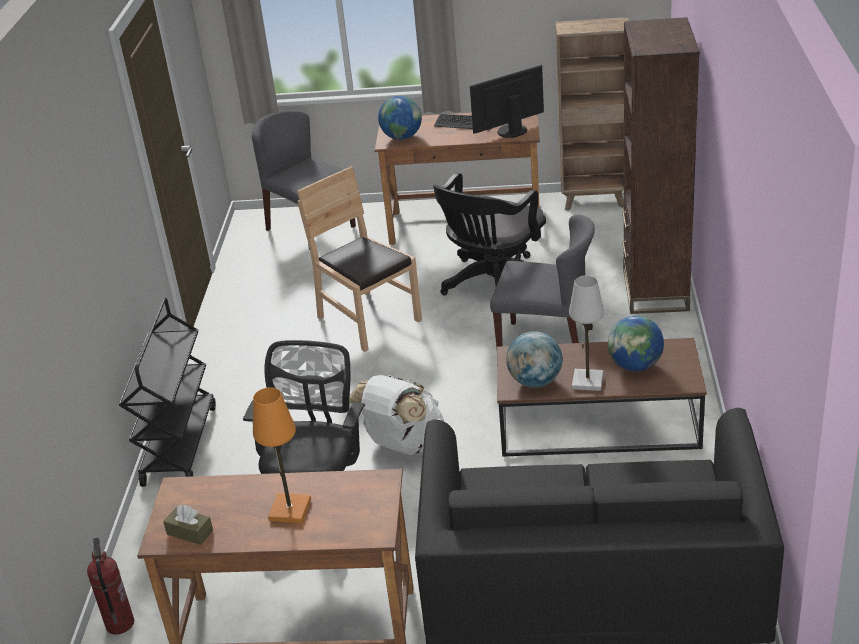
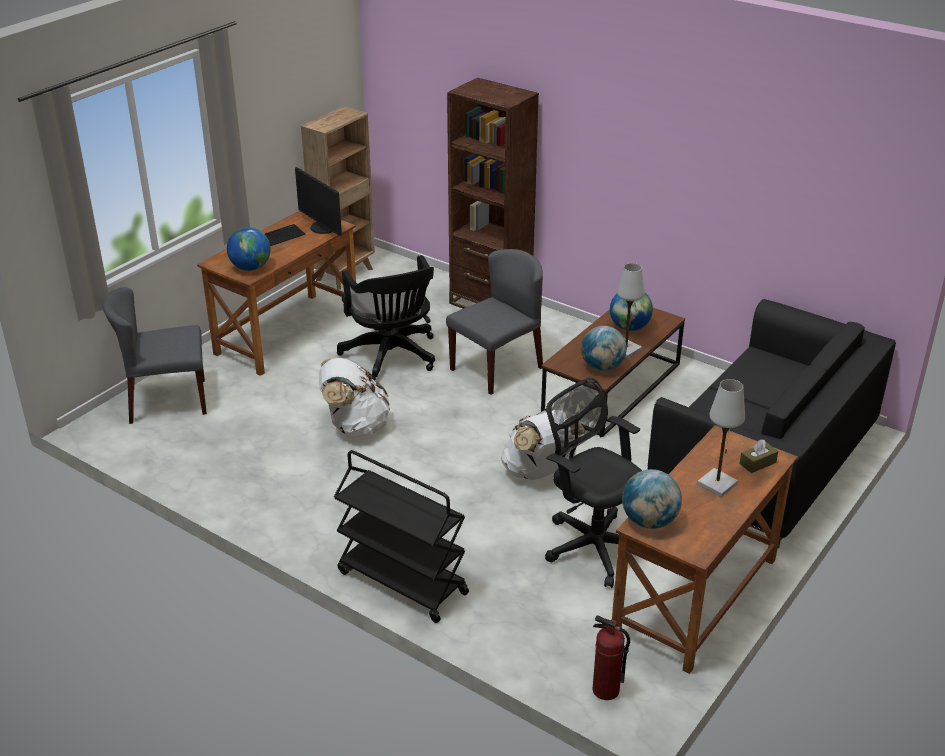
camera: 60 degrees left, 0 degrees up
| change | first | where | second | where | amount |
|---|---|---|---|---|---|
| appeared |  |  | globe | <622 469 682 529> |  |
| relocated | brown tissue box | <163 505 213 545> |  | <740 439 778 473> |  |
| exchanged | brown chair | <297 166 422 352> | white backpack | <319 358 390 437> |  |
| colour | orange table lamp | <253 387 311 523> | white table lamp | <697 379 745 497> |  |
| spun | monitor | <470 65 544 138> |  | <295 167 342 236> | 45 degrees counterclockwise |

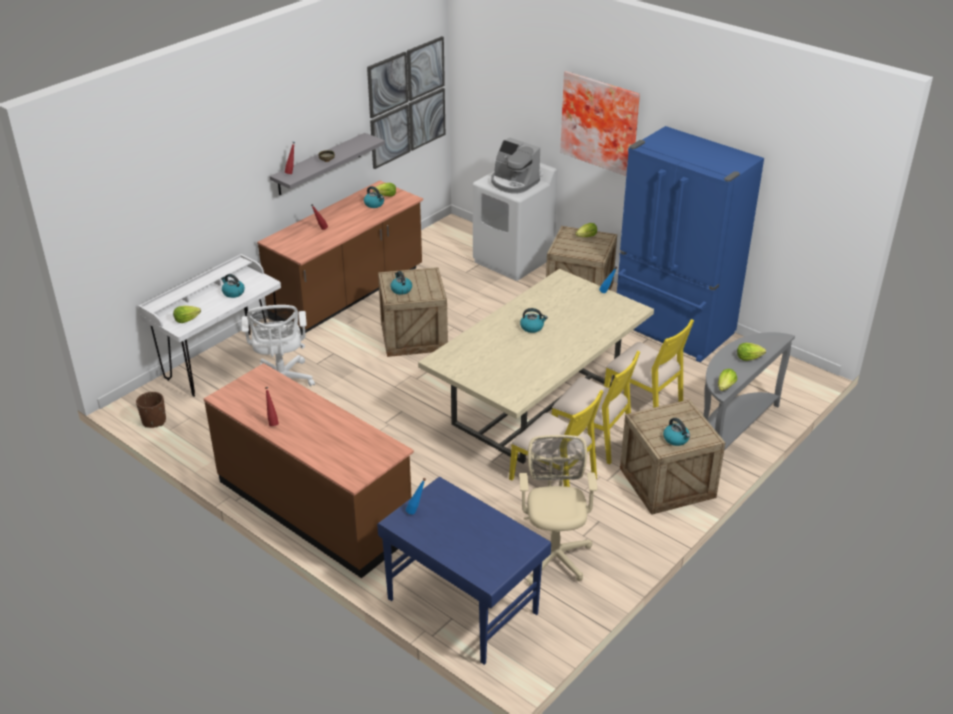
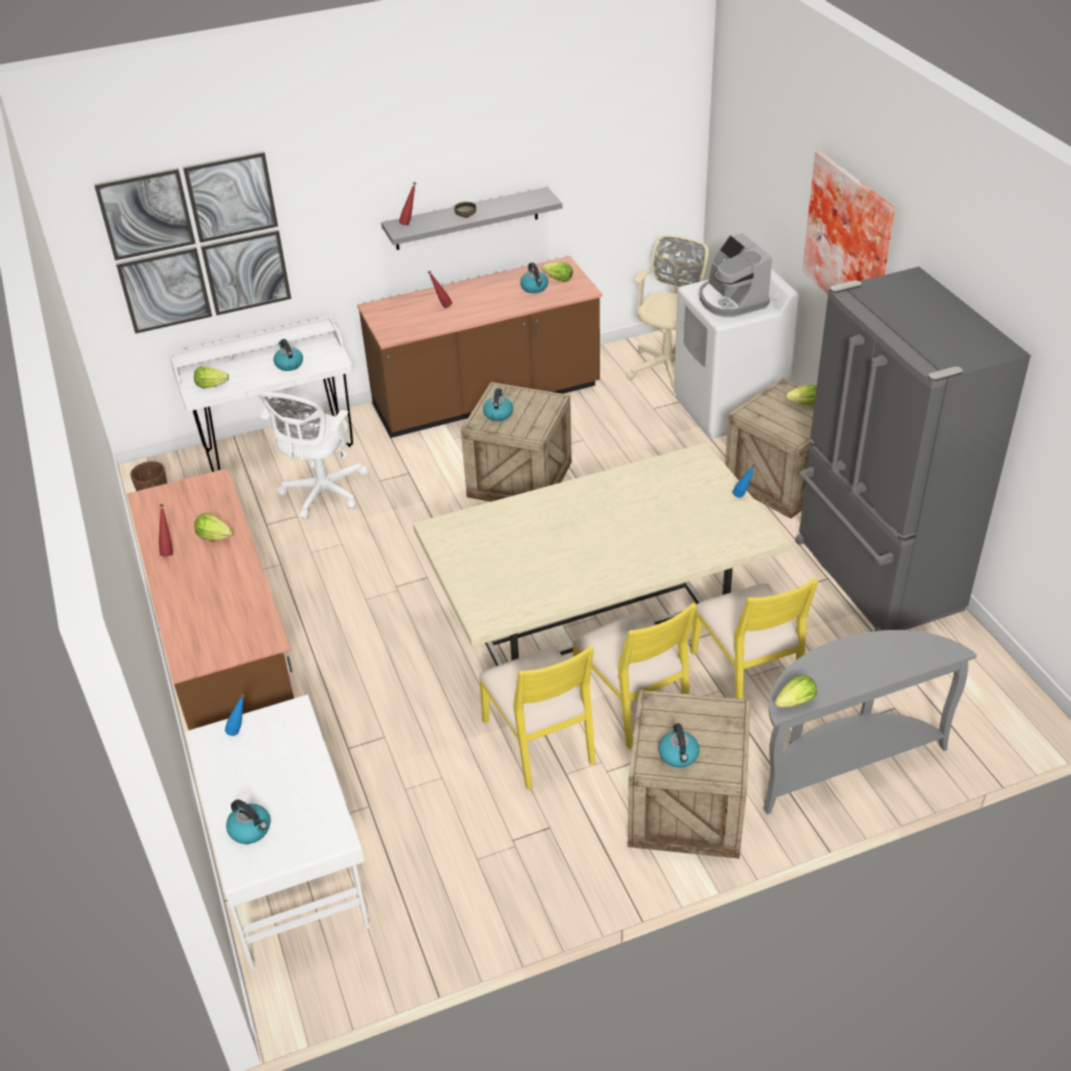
camera: 30 degrees right, 5 degrees up
| change | first | where | second | where | amount |
|---|---|---|---|---|---|
| relocated | picture | <367 36 445 169> |  | <94 151 291 334> |  |
| relocated | beige office chair | <519 435 597 585> |  | <626 235 709 388> |  |
| relocated | kettle | <520 308 548 333> |  | <226 799 270 844> |  |
| relocated | lettuce | <737 343 766 361> |  | <194 513 233 540> |  |
| colour | blue desk | <377 477 551 665> | white desk | <185 694 369 970> |  |
| colour | blue fridge | <617 126 764 362> | grey fridge | <795 267 1031 631> |  |

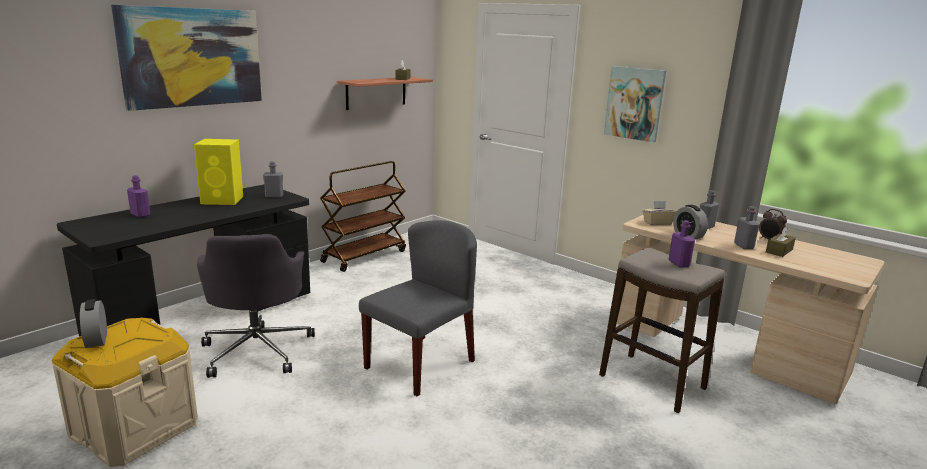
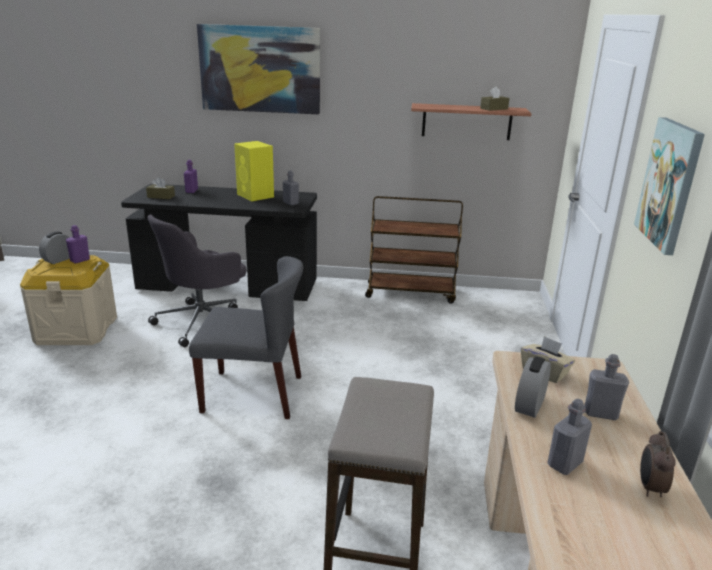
camera: 55 degrees right, 5 degrees up
| change | first | where | second | where | amount |
|---|---|---|---|---|---|
| relocated | purple bottle | <668 220 695 268> |  | <66 225 90 264> |  |
| relocated | brown tissue box | <766 226 796 257> |  | <146 177 175 199> |  |

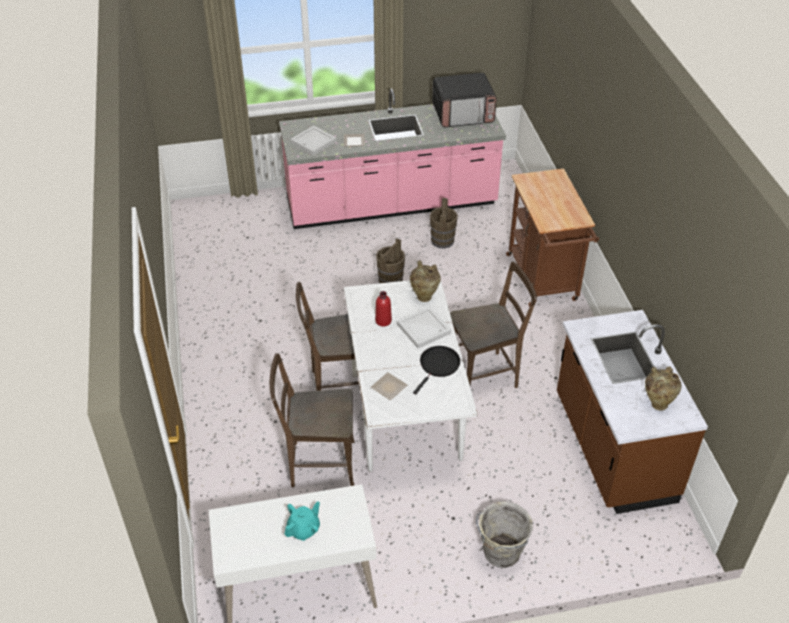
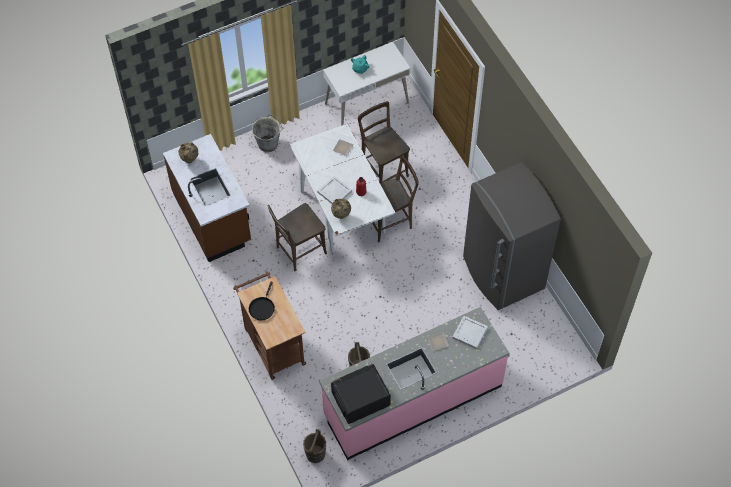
camera: 165 degrees right, 15 degrees up
| change | first | where | second | where | amount |
|---|---|---|---|---|---|
| appeared |  |  | grey fridge | <463 162 561 310> |  |
| relocated | brown bucket | <376 238 405 283> |  | <303 429 326 463> |  |
| relocated | black frying pan | <413 346 460 394> |  | <249 282 275 320> |  |
| spun | brown chair | <270 353 355 487> |  | <358 101 410 183> | 105 degrees counterclockwise |

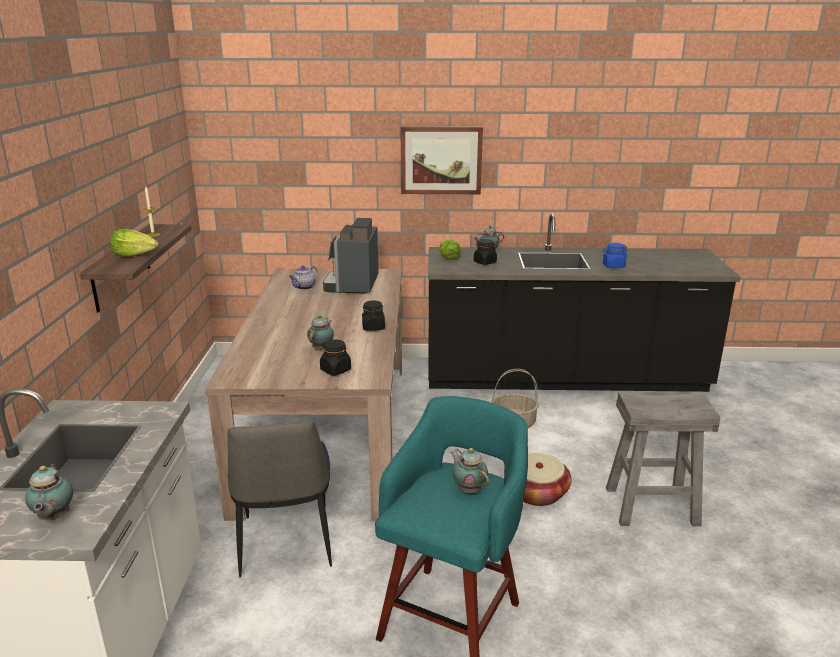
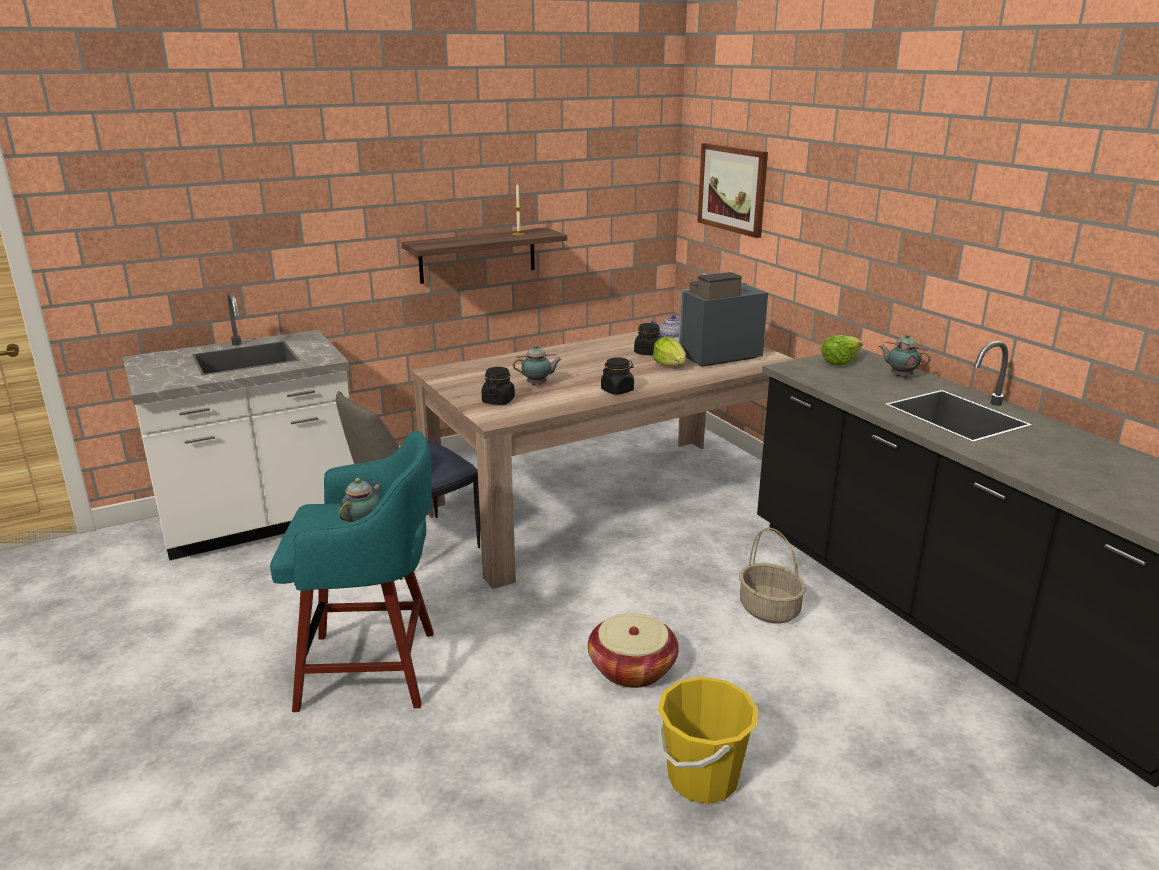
camera: 60 degrees right, 0 degrees up
| change | first | where | second | where | amount |
|---|---|---|---|---|---|
| missing | teapot | <25 464 73 520> |  |  |  |
| missing | blue jar | <602 243 628 268> |  |  |  |
| relocated | lettuce | <110 229 159 256> |  | <653 337 686 366> |  |
| relocated | picture | <400 126 483 194> |  | <698 143 768 238> |  |
| relocated | black jar | <474 239 497 265> |  | <634 323 661 355> |  |
| exchanged | grey stool | <606 392 721 526> | yellow bucket | <658 677 758 804> |  |

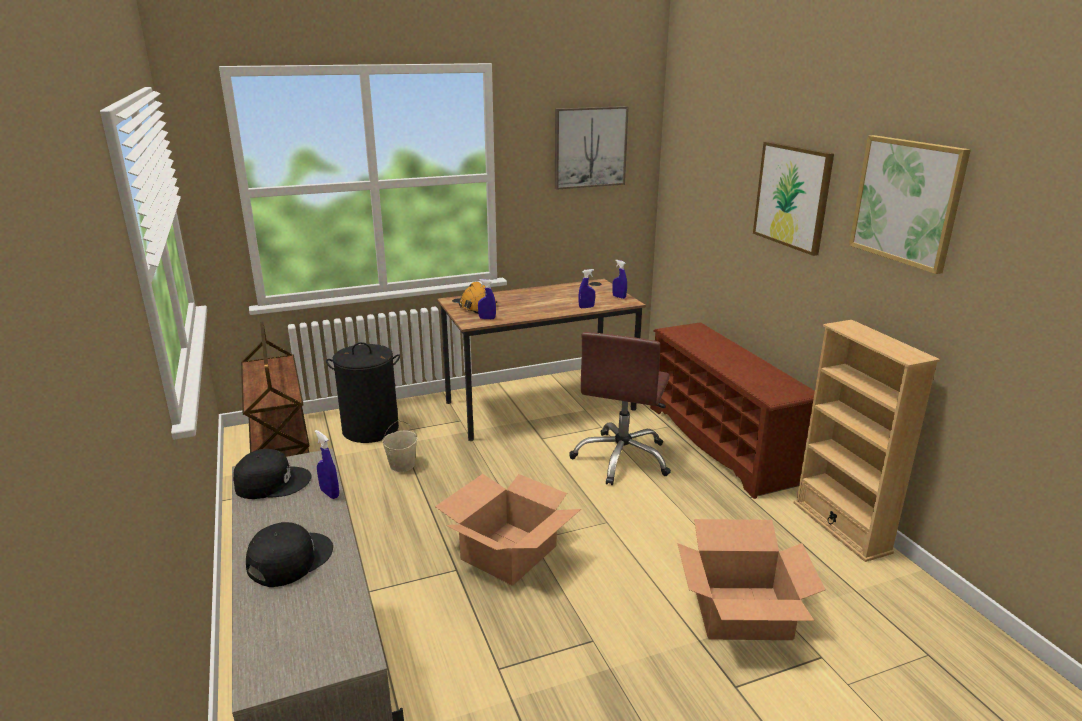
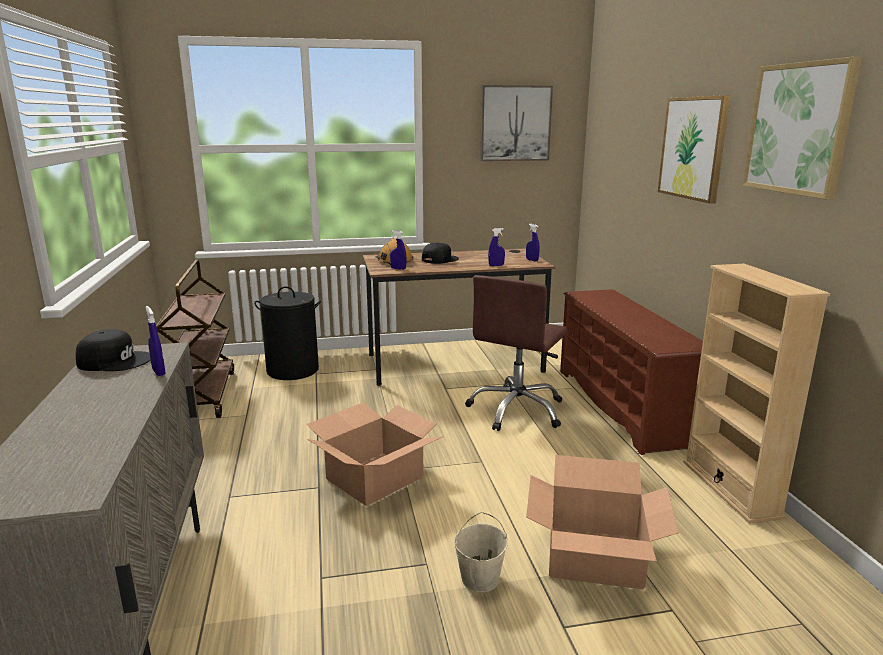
camera: 10 degrees right, 5 degrees down
| change | first | where | second | where | amount |
|---|---|---|---|---|---|
| relocated | black cap | <246 522 333 587> |  | <422 243 459 264> |  |
| relocated | beige bucket | <382 420 418 472> |  | <454 512 508 592> |  |

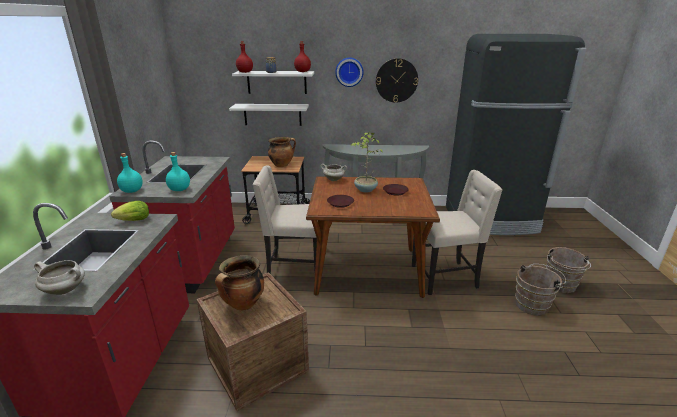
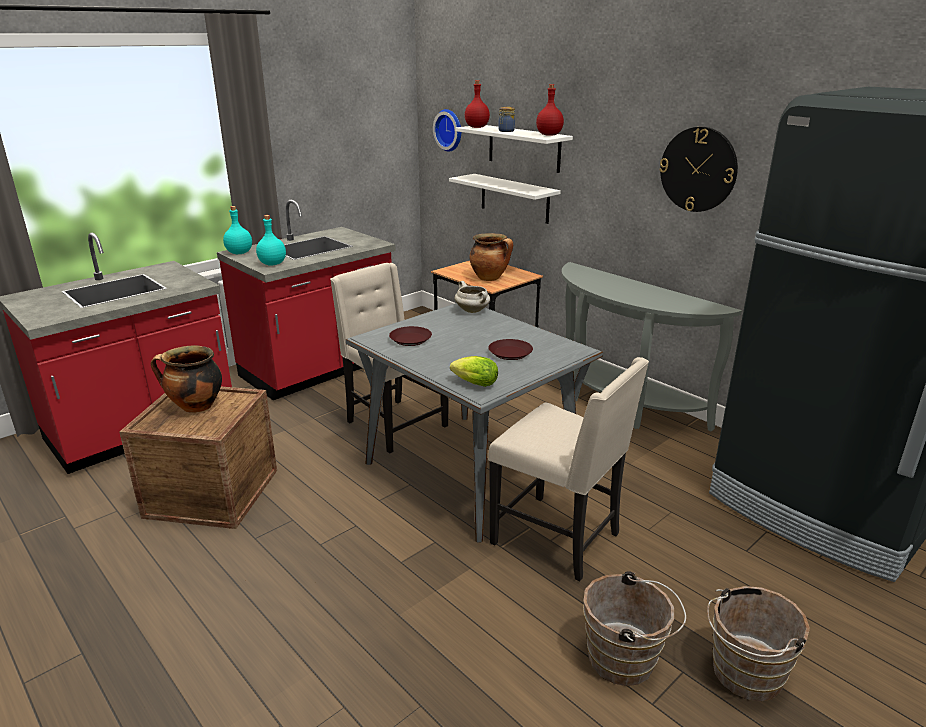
camera: 45 degrees right, 0 degrees up
| change | first | where | second | where | amount |
|---|---|---|---|---|---|
| missing | white cooking pot | <34 260 85 295> |  |  |  |
| missing | potted plant | <350 132 383 193> |  |  |  |
| relocated | lettuce | <111 201 149 221> |  | <450 356 498 387> |  |
| relocated | wall clock | <335 57 364 87> |  | <433 109 461 152> |  |
| colour | brown dining table | <306 176 440 298> | grey dining table | <346 303 603 542> |  |

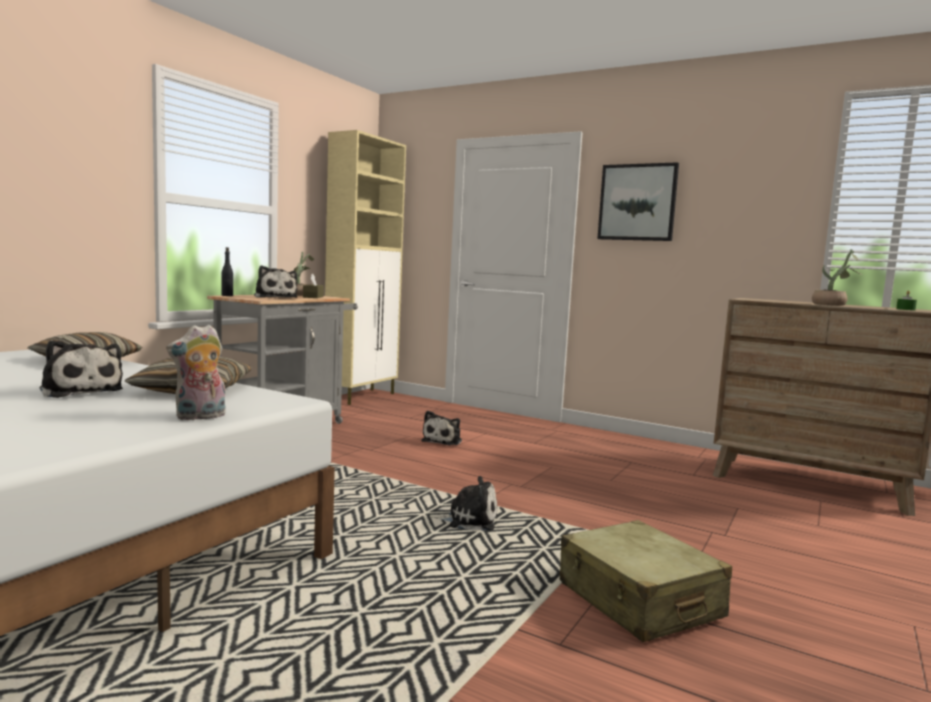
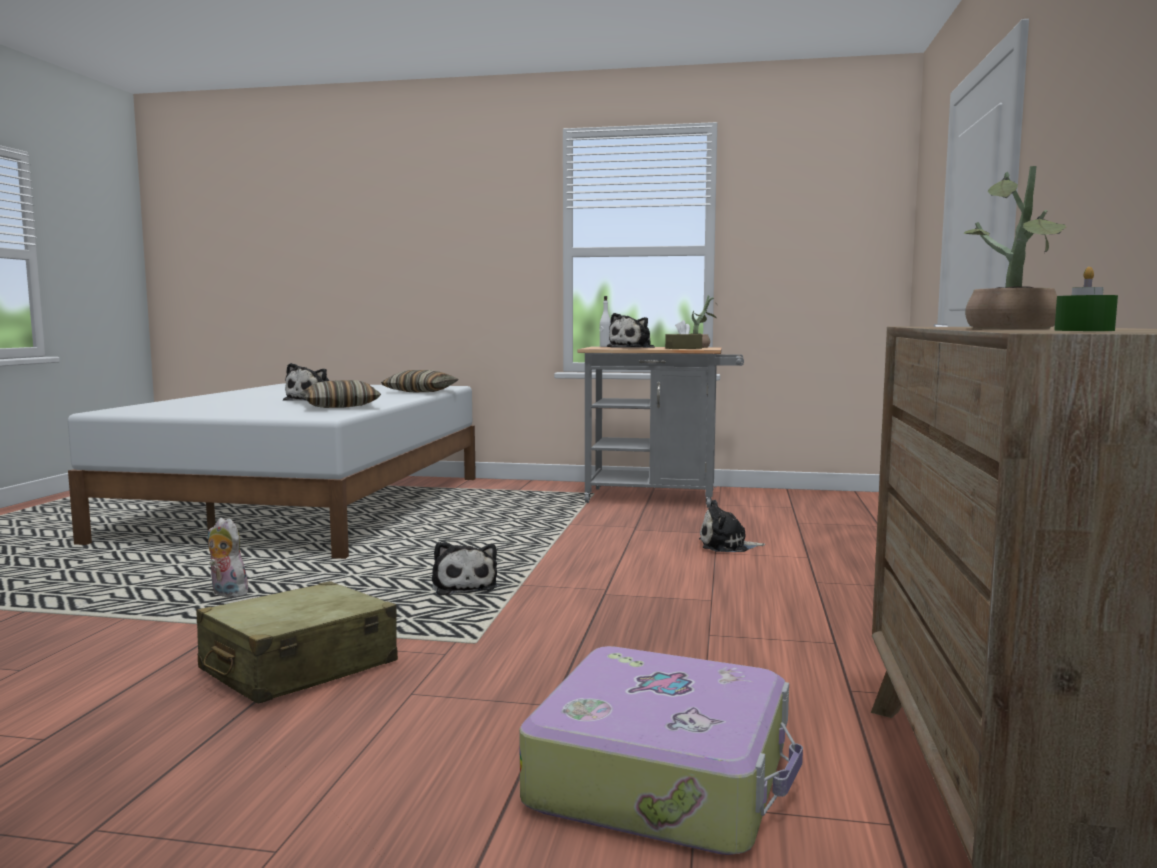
camera: 70 degrees right, 0 degrees up
| change | first | where | second | where | amount |
|---|---|---|---|---|---|
| missing | beige cabinet | <325 130 406 405> |  |  |  |
| missing | picture | <597 162 679 241> |  |  |  |
| appeared |  |  | suitcase | <519 646 803 855> |  |
| relocated | plush toy | <166 325 226 421> |  | <208 518 248 597> |  |
| colour | black bottle | <221 247 233 296> | white bottle | <599 296 611 347> |  |

